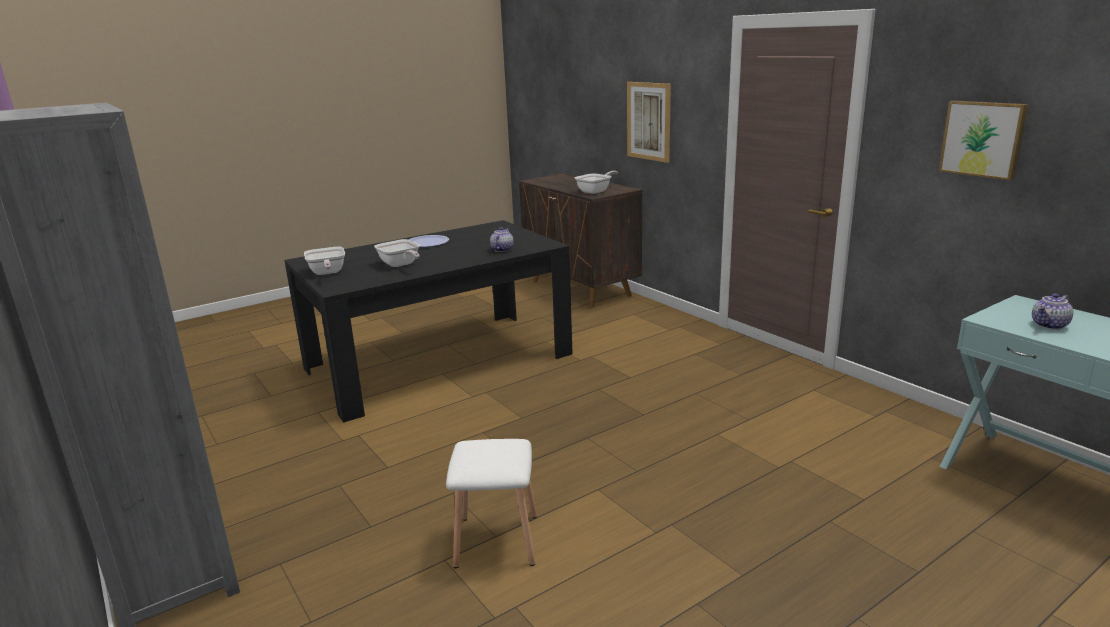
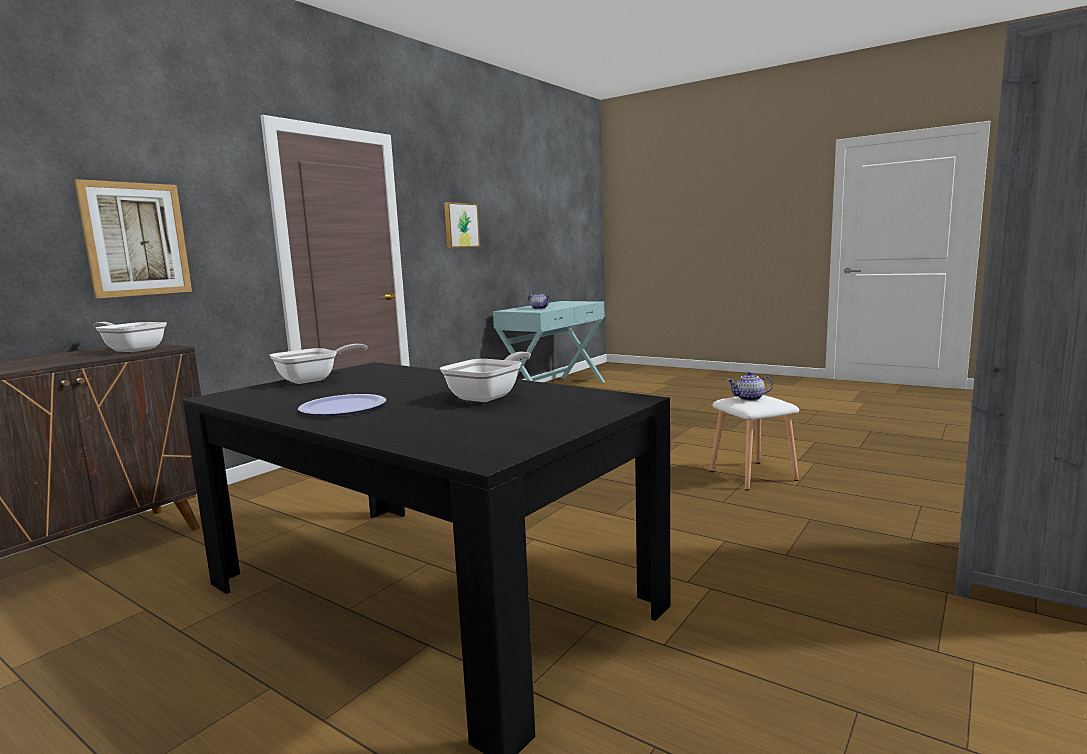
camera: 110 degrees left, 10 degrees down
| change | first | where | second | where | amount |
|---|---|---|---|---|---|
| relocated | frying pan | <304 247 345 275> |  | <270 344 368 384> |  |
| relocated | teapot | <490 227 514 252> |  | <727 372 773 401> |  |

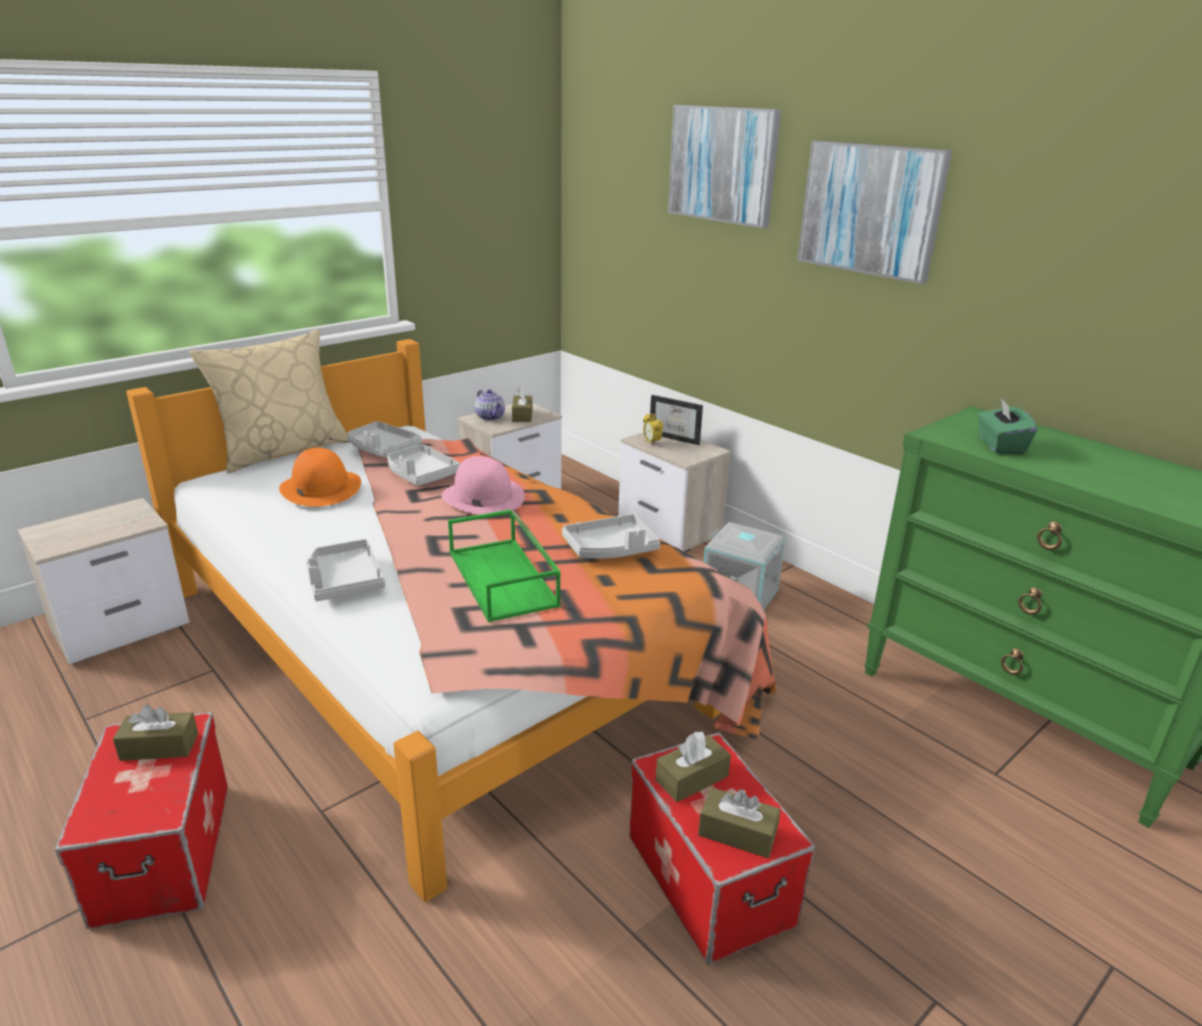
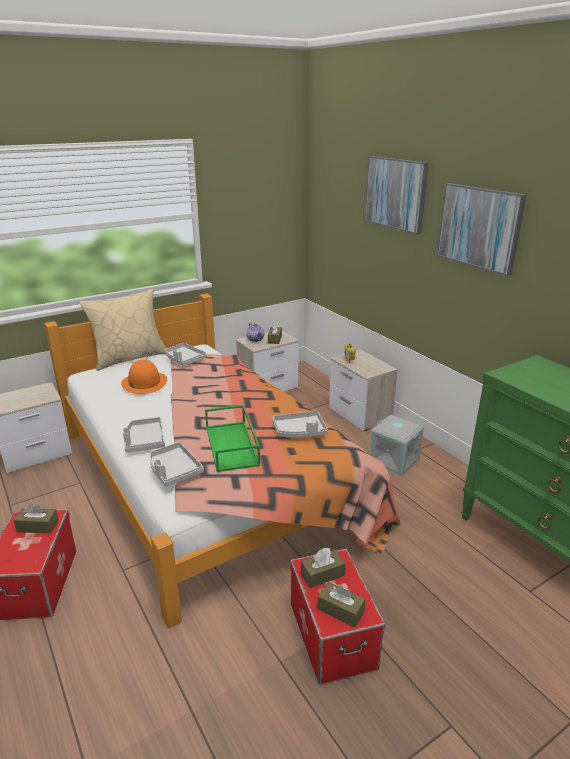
camera: 10 degrees right, 0 degrees up
| change | first | where | second | where | amount |
|---|---|---|---|---|---|
| missing | pink hat | <441 456 525 515> |  |  |  |
| missing | picture frame | <650 395 703 445> |  |  |  |
| missing | green tissue box | <977 398 1038 454> |  |  |  |
| relocated | grey tray | <387 444 460 486> |  | <150 442 204 486> |  |

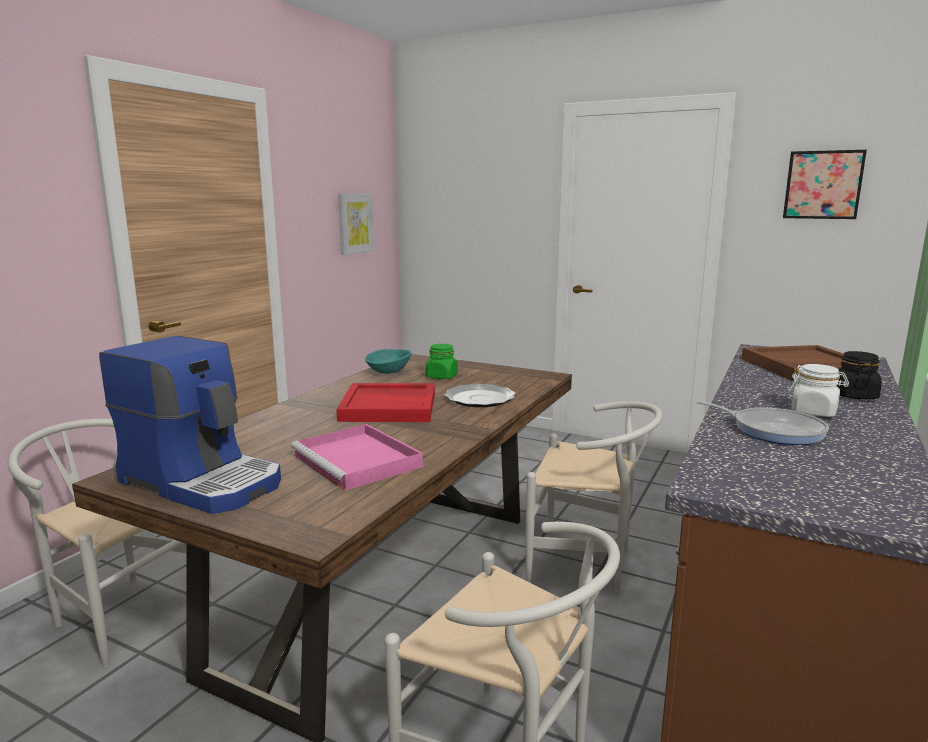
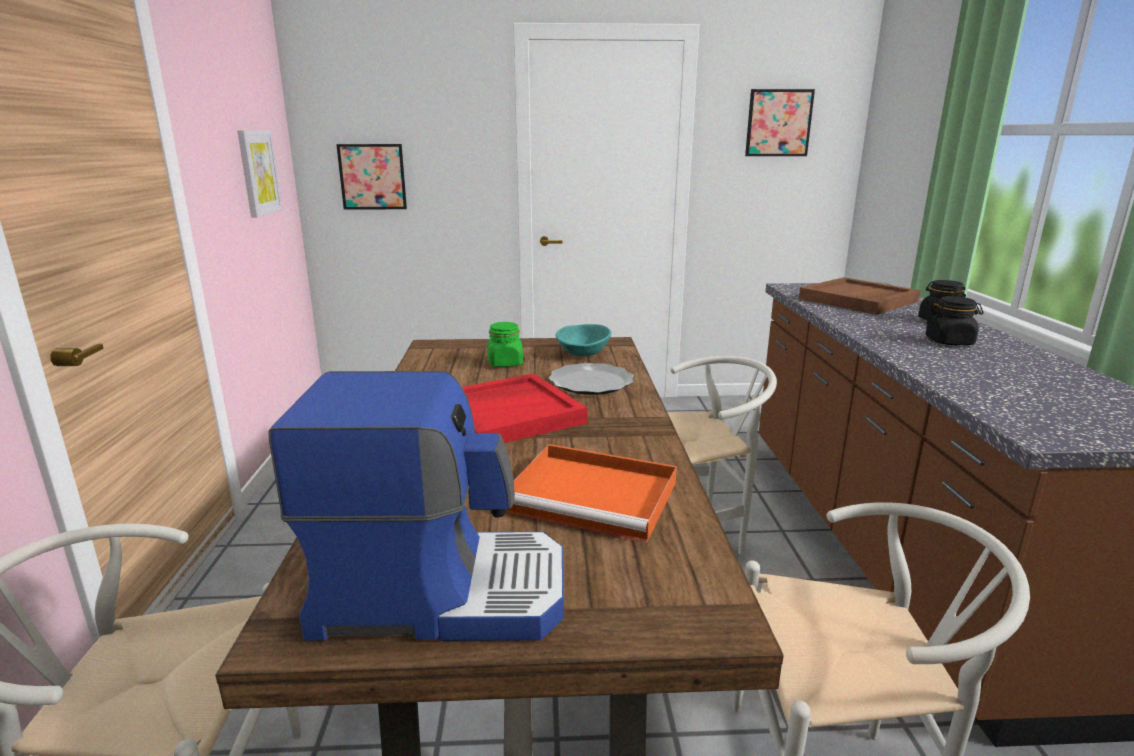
camera: 30 degrees left, 5 degrees up
| change | first | where | second | where | amount |
|---|---|---|---|---|---|
| missing | frying pan | <696 401 829 445> |  |  |  |
| appeared |  |  | picture | <336 144 407 210> |  |
| relocated | turquoise bowl | <365 349 411 374> |  | <556 324 612 356> |  |
| colour | pink tray | <291 424 423 491> | orange tray | <506 444 677 543> |  |
| colour | white jar | <788 364 849 417> | black jar | <925 296 984 345> |  |

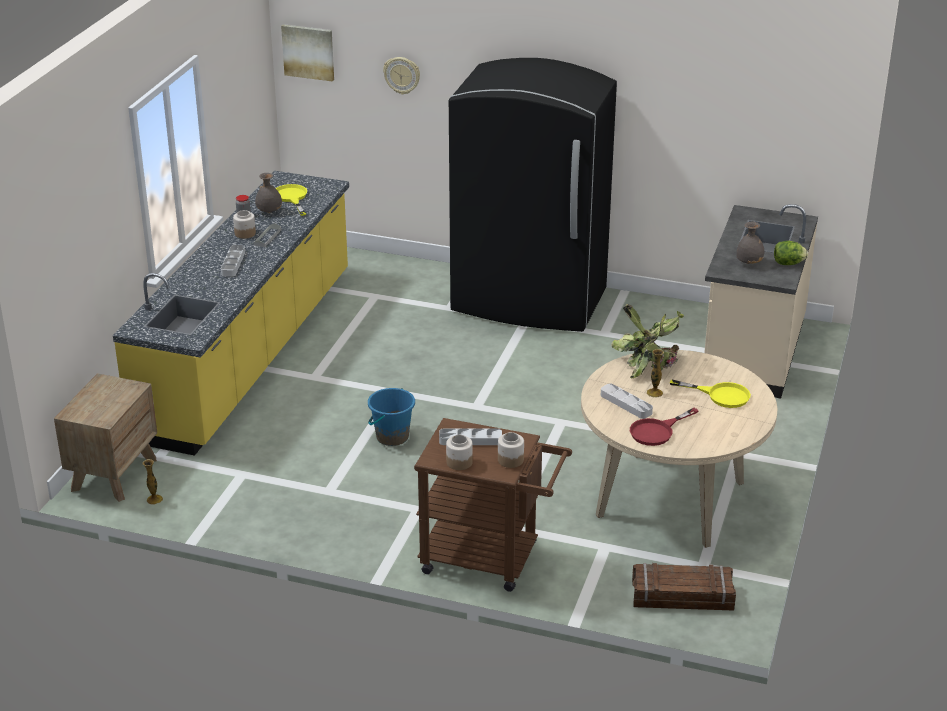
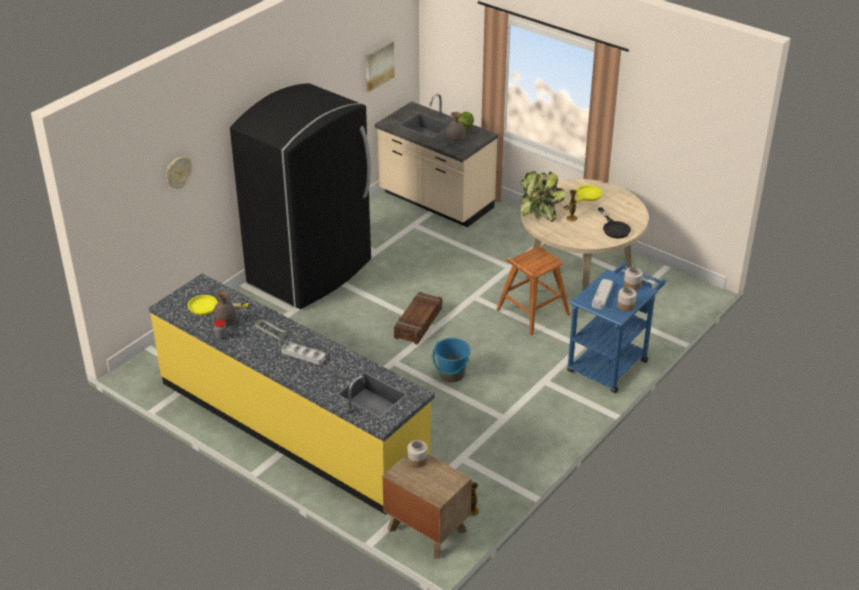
camera: 70 degrees left, 5 degrees up
| change | first | where | second | where | amount |
|---|---|---|---|---|---|
| missing | grey tray | <601 384 653 419> |  |  |  |
| appeared |  |  | brown stool | <496 246 570 336> |  |
| relocated | jar | <233 210 256 239> |  | <407 440 427 467> |  |
| relocated | picture | <281 24 334 81> |  | <365 40 394 92> |  |
| relocated | crate | <632 563 736 611> |  | <394 292 442 344> |  |
| colour | brown cart | <414 418 572 592> | blue cart | <567 262 666 393> |  |
| colour | red frying pan | <630 408 699 446> | black frying pan | <598 207 631 239> |  |

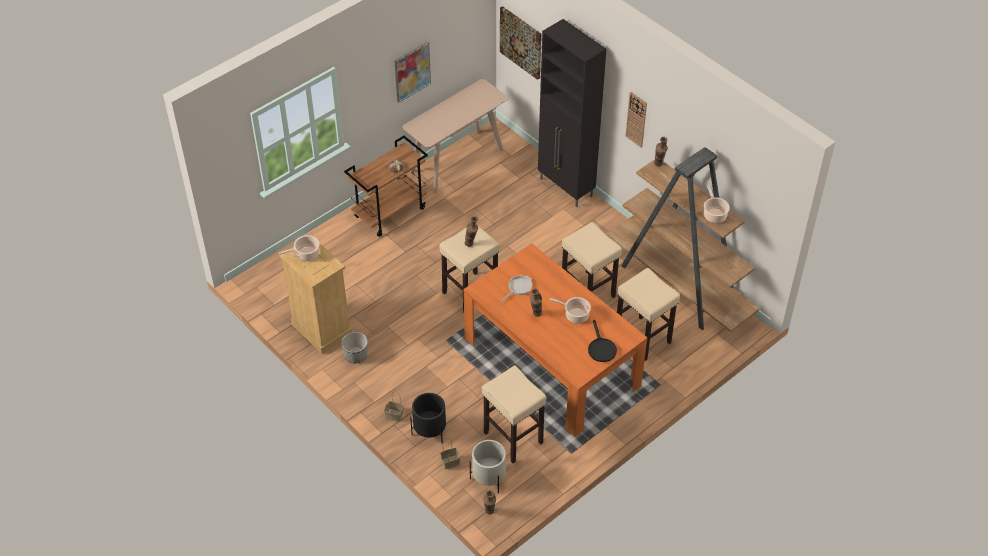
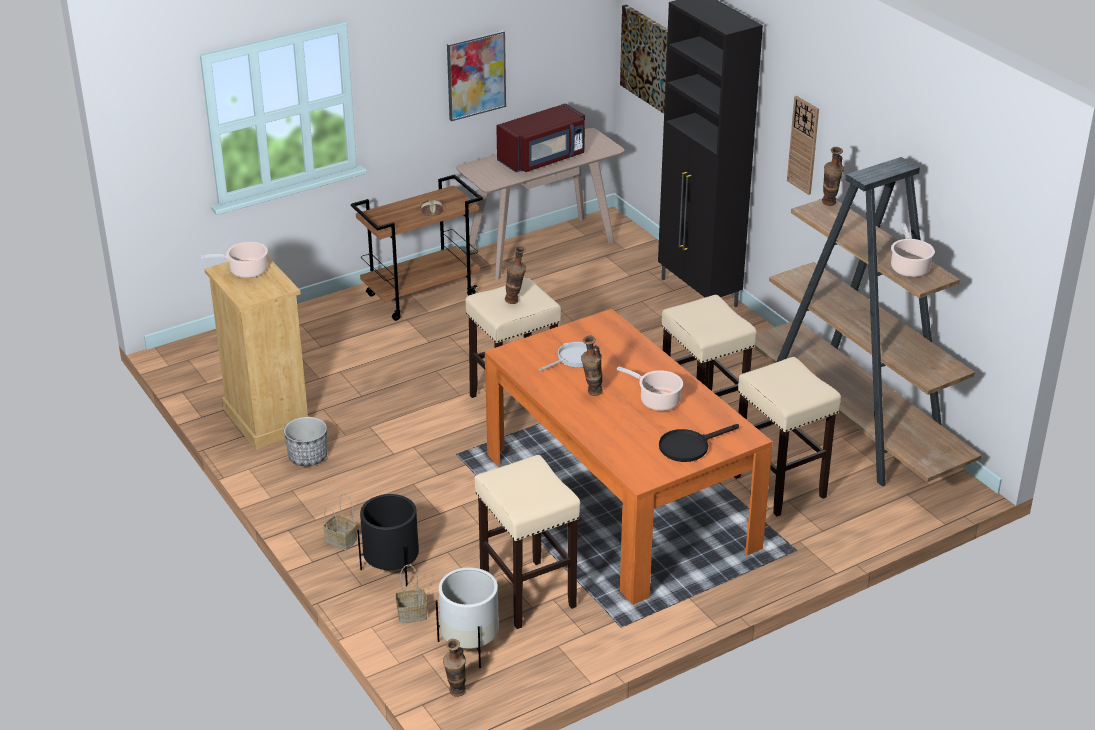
camera: 10 degrees right, 15 degrees down
| change | first | where | second | where | amount |
|---|---|---|---|---|---|
| appeared |  |  | red microwave | <496 103 585 172> |  |
| spun | black frying pan | <588 320 617 362> |  | <659 424 739 462> | 60 degrees clockwise |

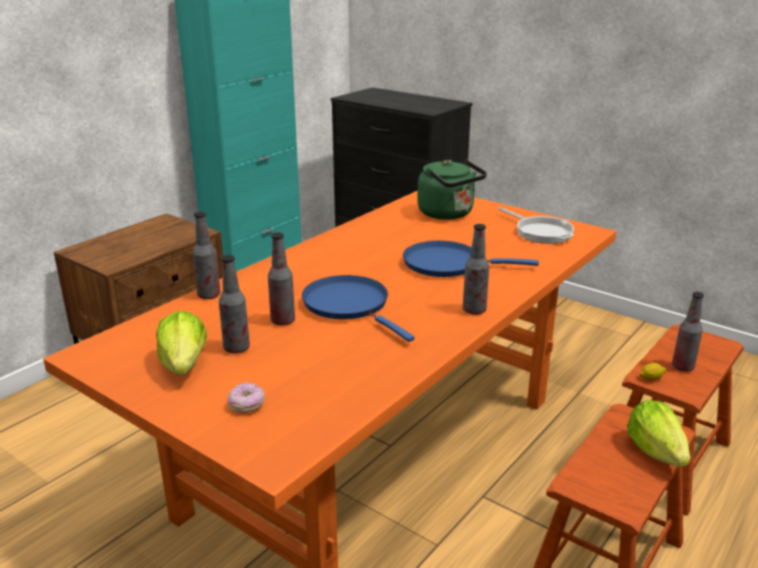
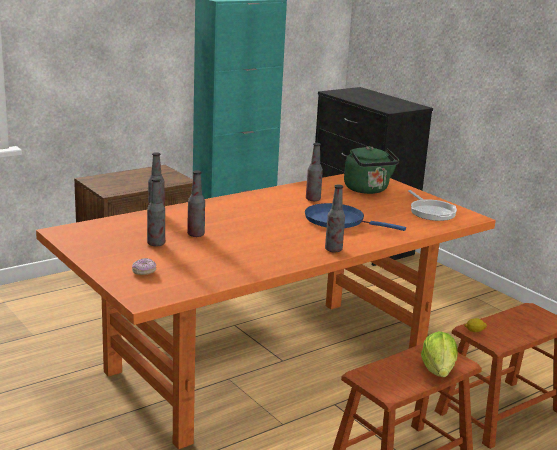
camera: 15 degrees right, 5 degrees down
| change | first | where | second | where | amount |
|---|---|---|---|---|---|
| missing | lettuce | <156 311 207 375> |  |  |  |
| missing | blue frying pan | <302 275 415 342> |  |  |  |
| relocated | bottle | <672 292 704 372> |  | <306 143 323 201> |  |

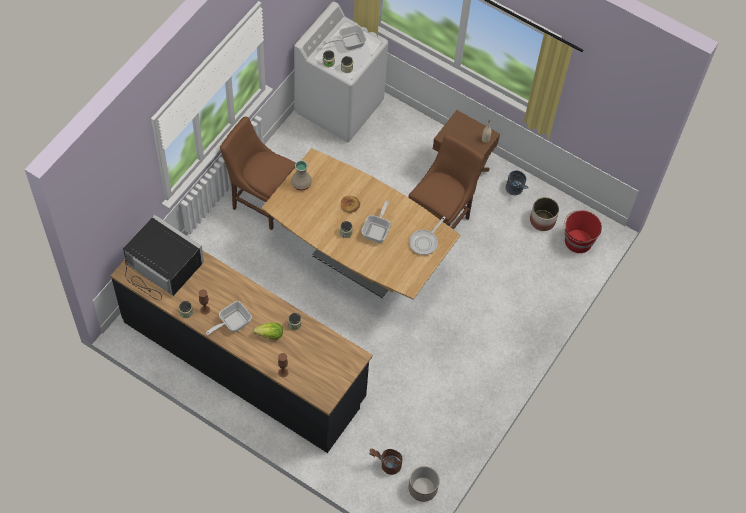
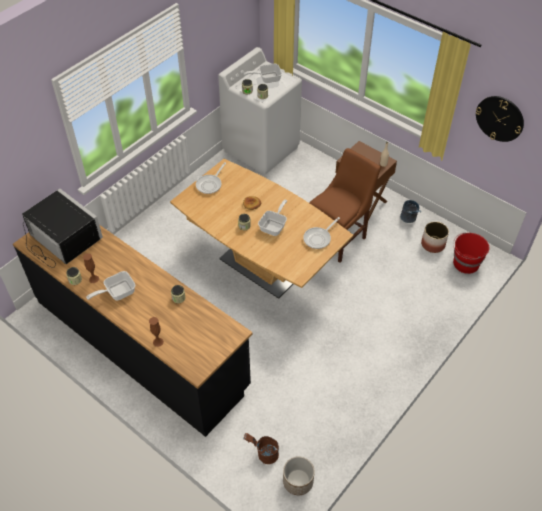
camera: 10 degrees right, 10 degrees down
| change | first | where | second | where | amount |
|---|---|---|---|---|---|
| missing | brown chair | <220 116 296 230> |  |  |  |
| missing | lettuce | <253 323 283 340> |  |  |  |
| appeared |  |  | wall clock | <476 96 524 142> |  |
| exchanged | beige vase | <291 160 312 191> | frying pan | <196 162 226 194> |  |

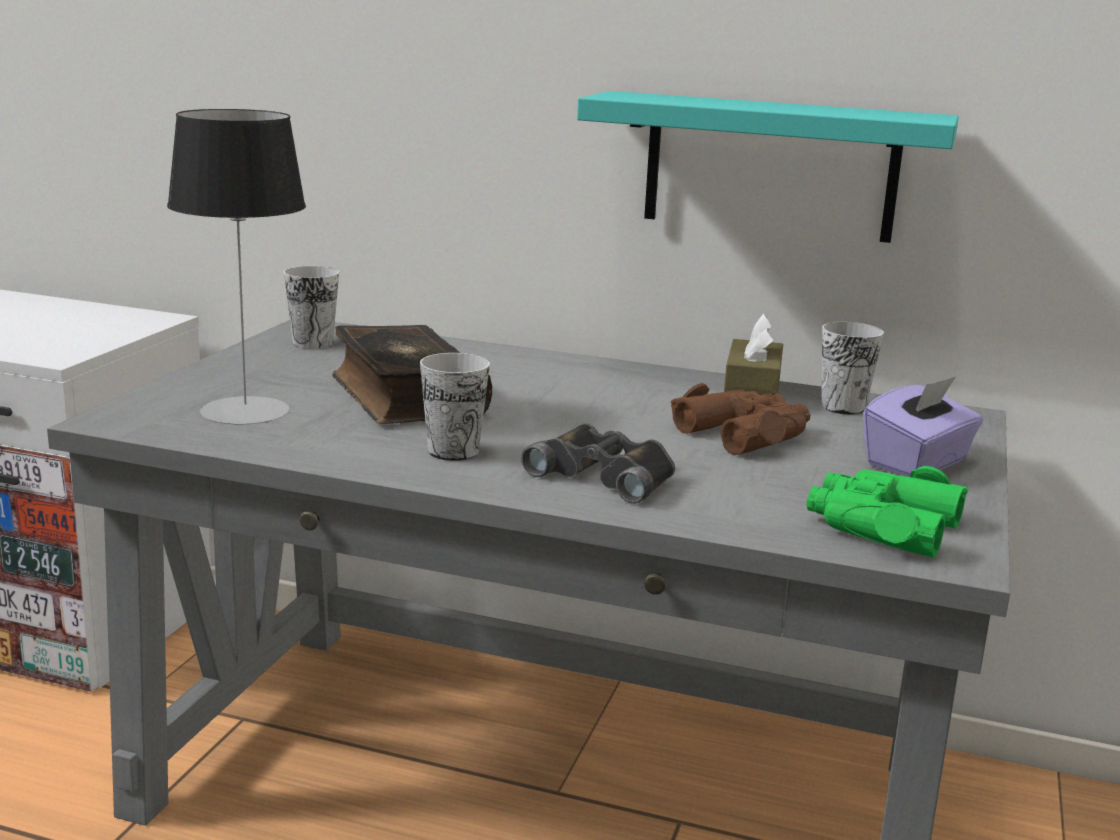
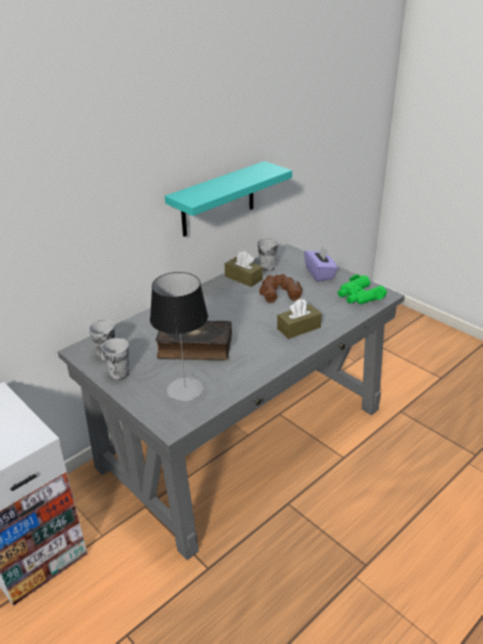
camera: 60 degrees left, 15 degrees up
| change | first | where | second | where | amount |
|---|---|---|---|---|---|
| relocated | cup | <420 353 490 461> |  | <101 338 129 380> |  |
| exchanged | black binoculars | <521 423 675 504> | brown tissue box | <277 299 322 339> |  |

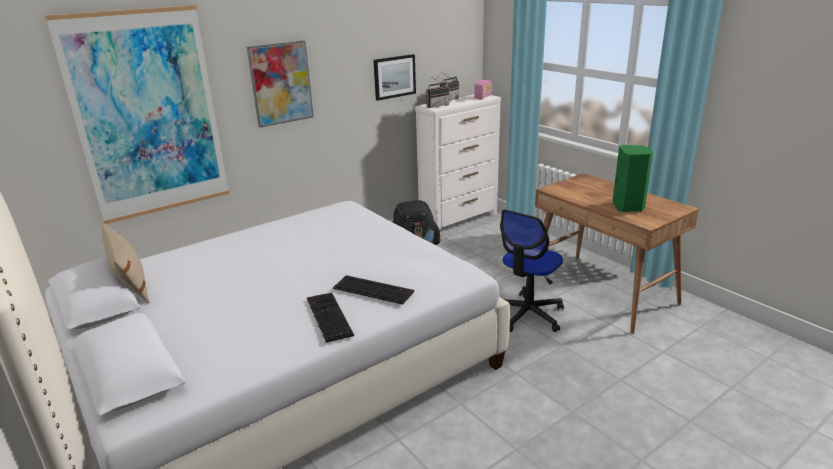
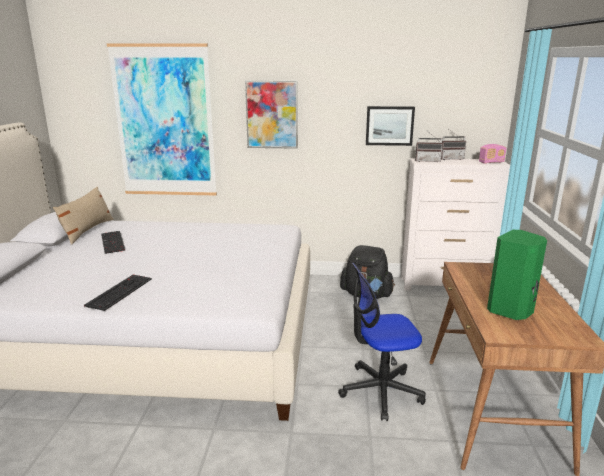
camera: 40 degrees right, 5 degrees down
| change | first | where | second | where | amount |
|---|---|---|---|---|---|
| relocated | keyboard | <333 275 414 305> |  | <101 231 125 254> |  |

